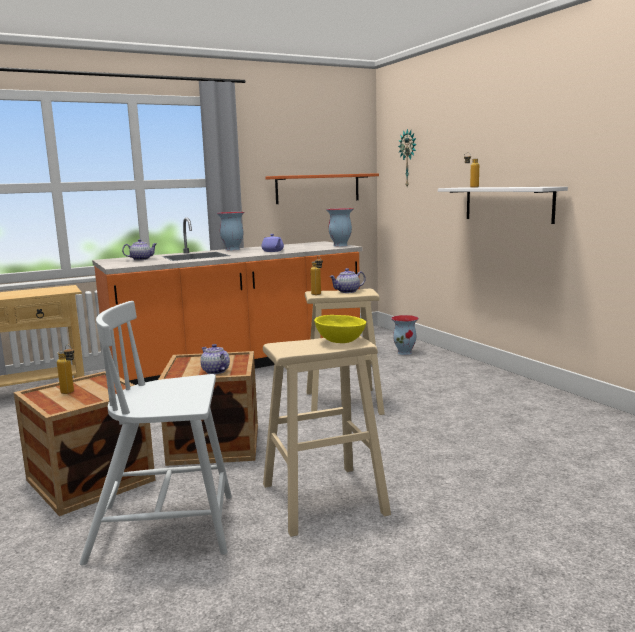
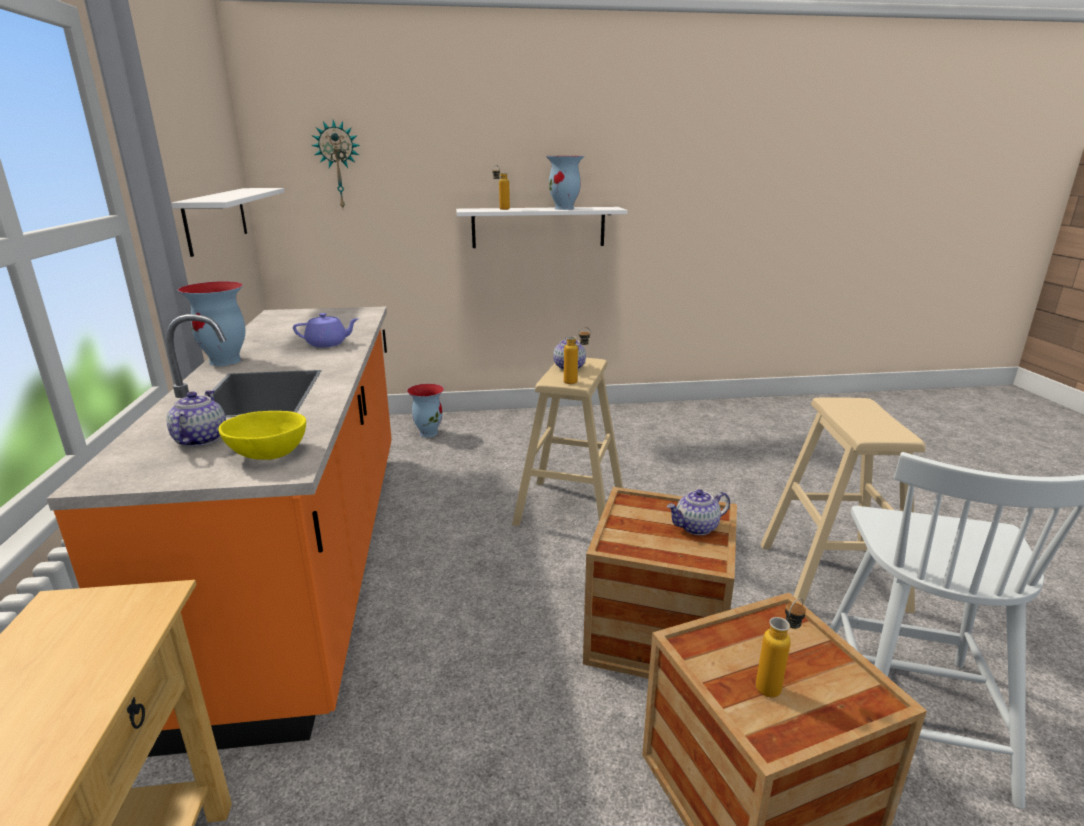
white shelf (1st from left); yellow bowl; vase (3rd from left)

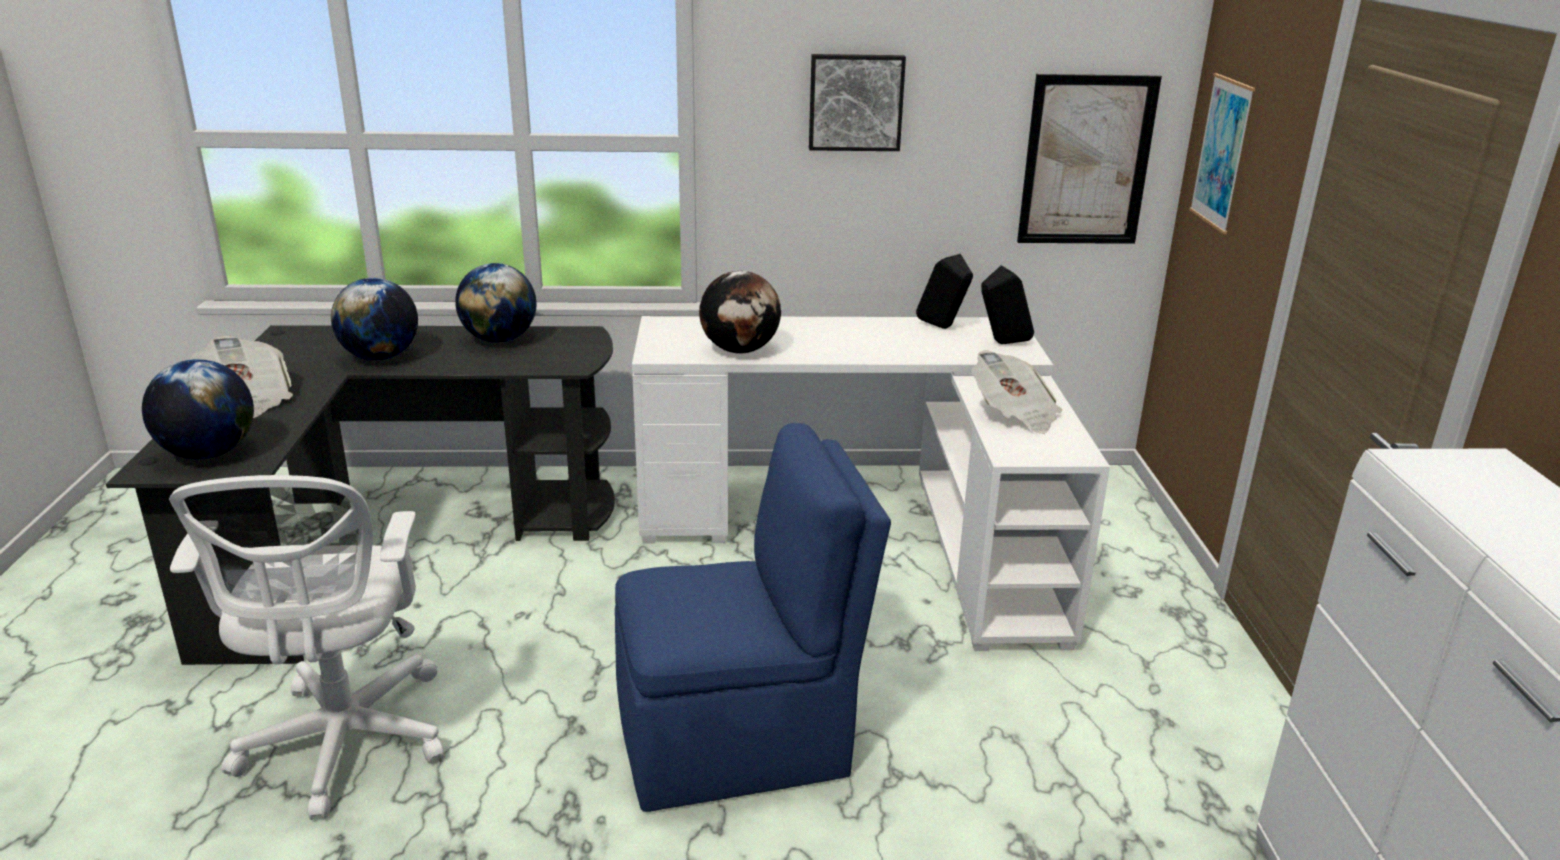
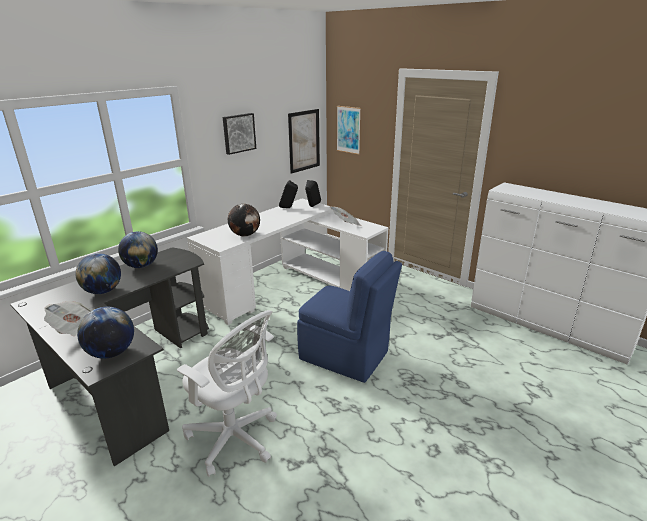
blue chair

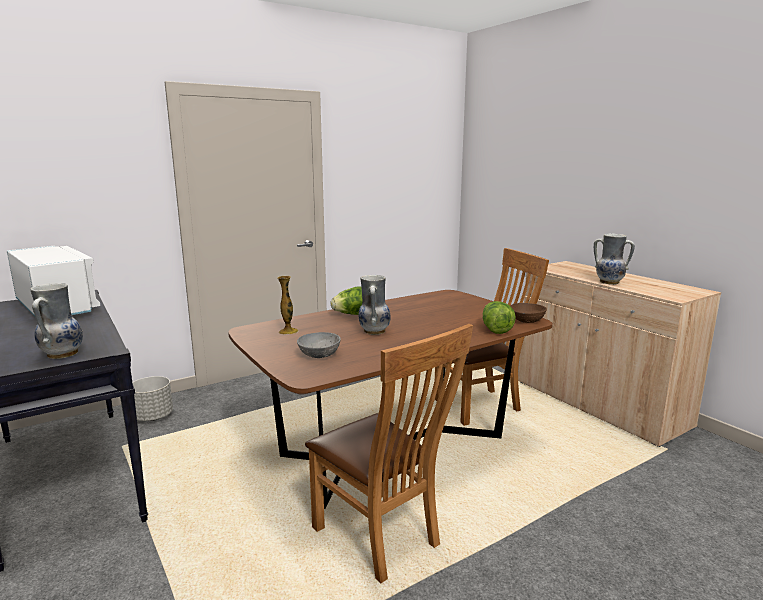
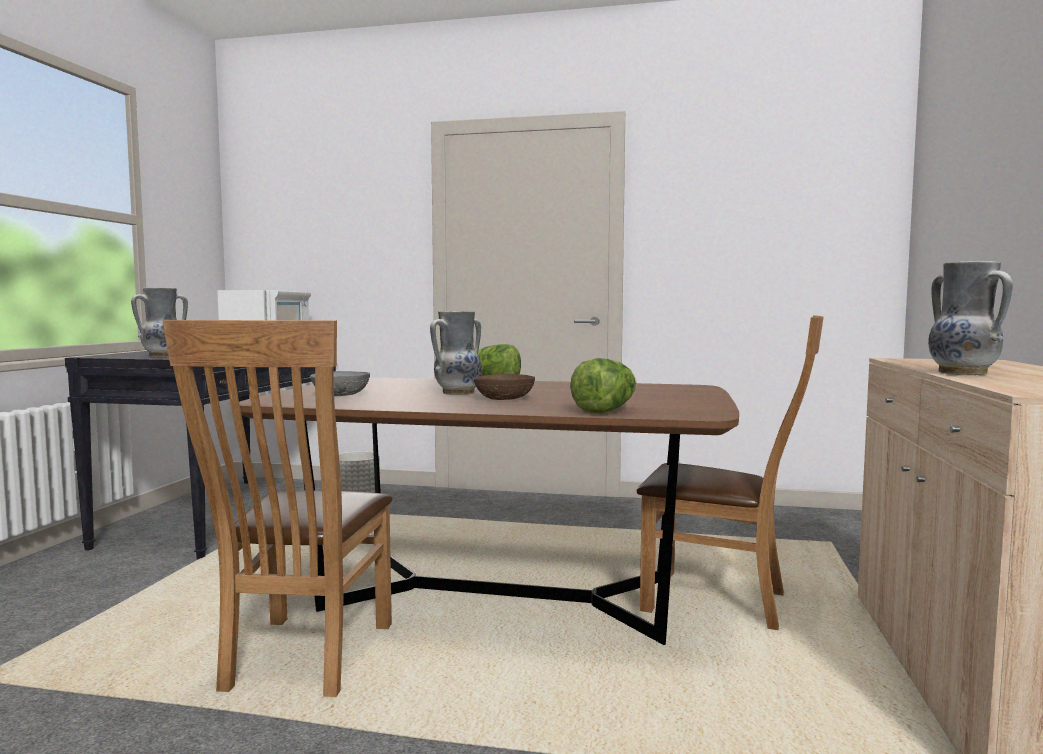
vase (2nd from left in the first image); brown bowl

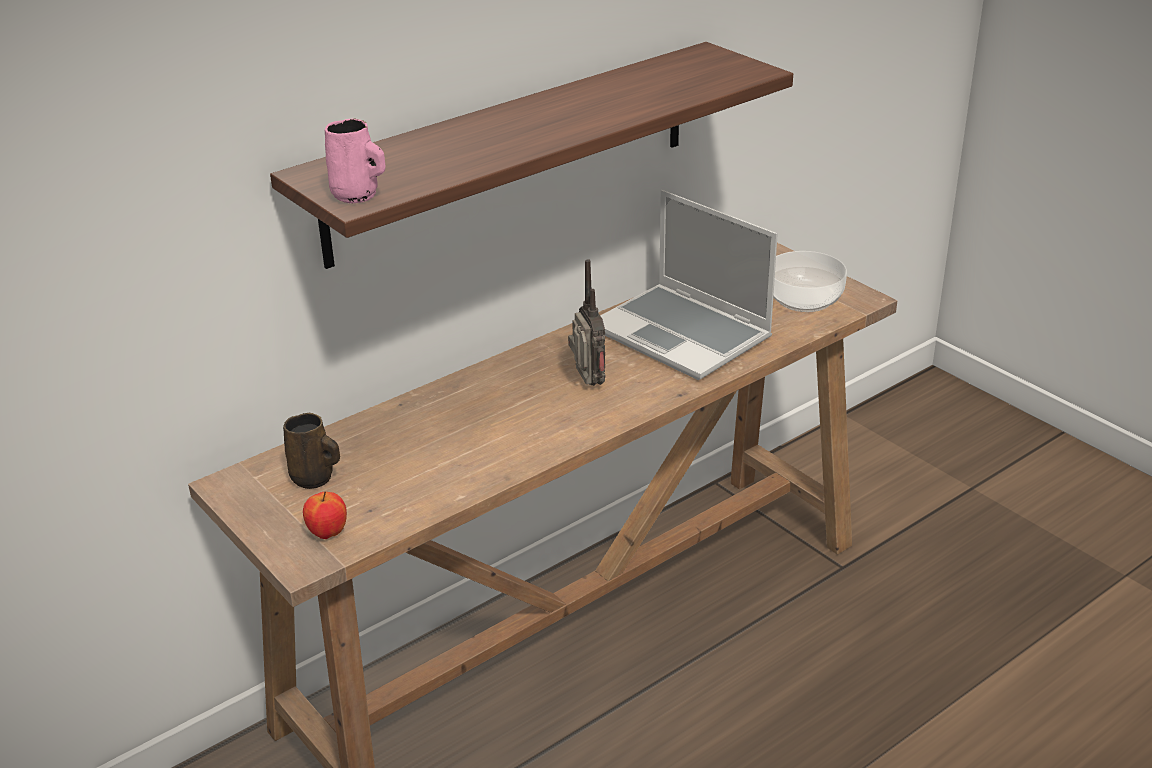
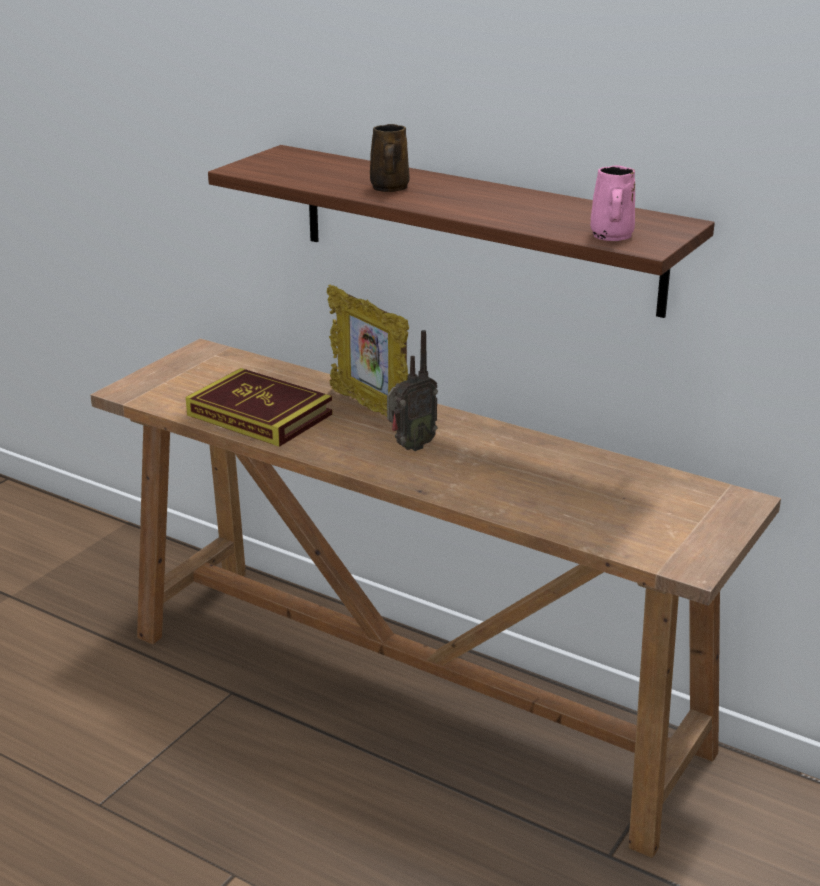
brown mug; apple; pink mug; laptop; bowl; book; picture frame

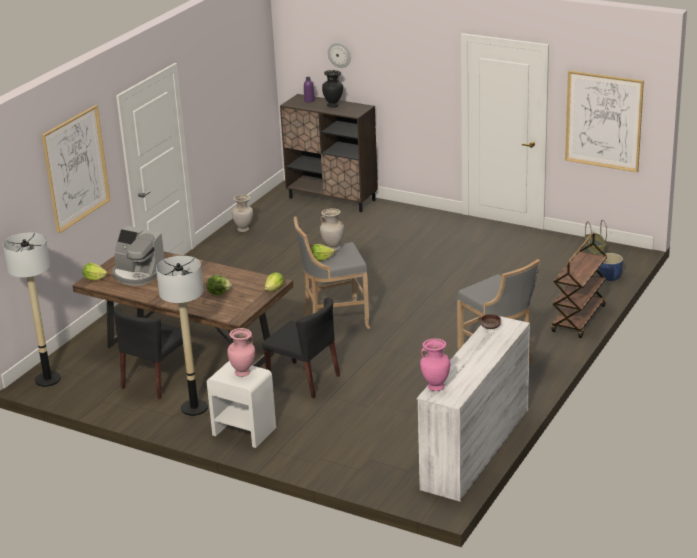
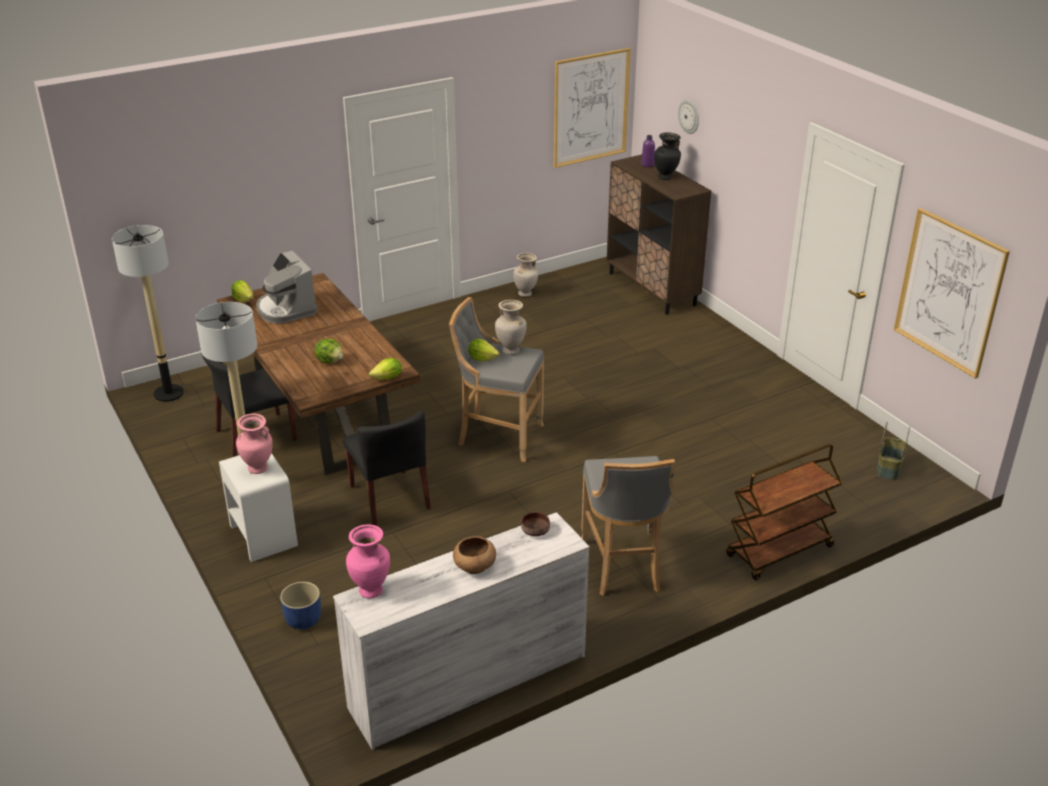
picture (1st from left); blue planter; brown bowl (1st from left)

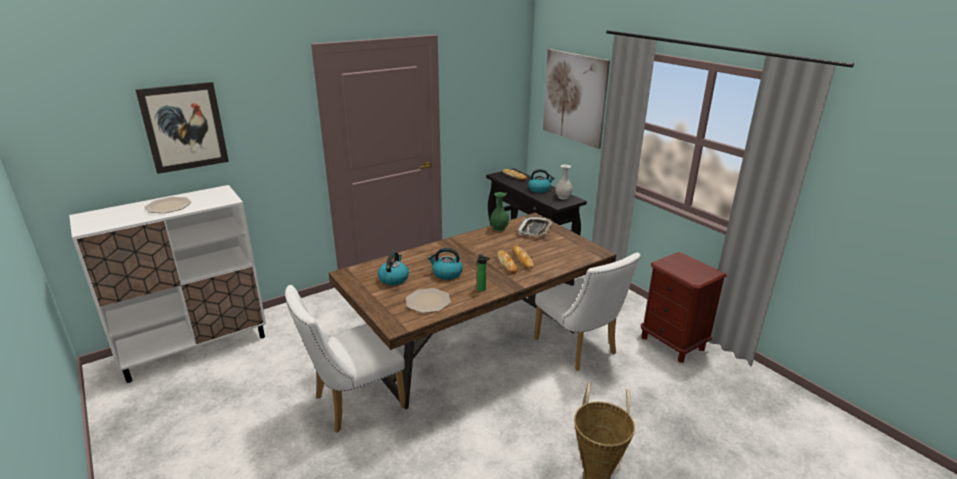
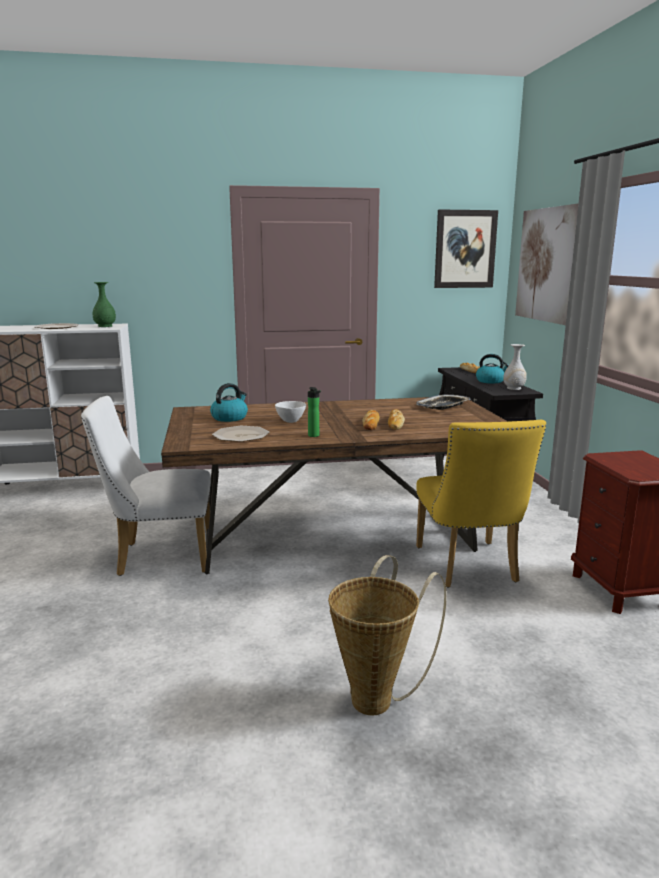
picture (1st from left); white bowl; green vase; yellow chair

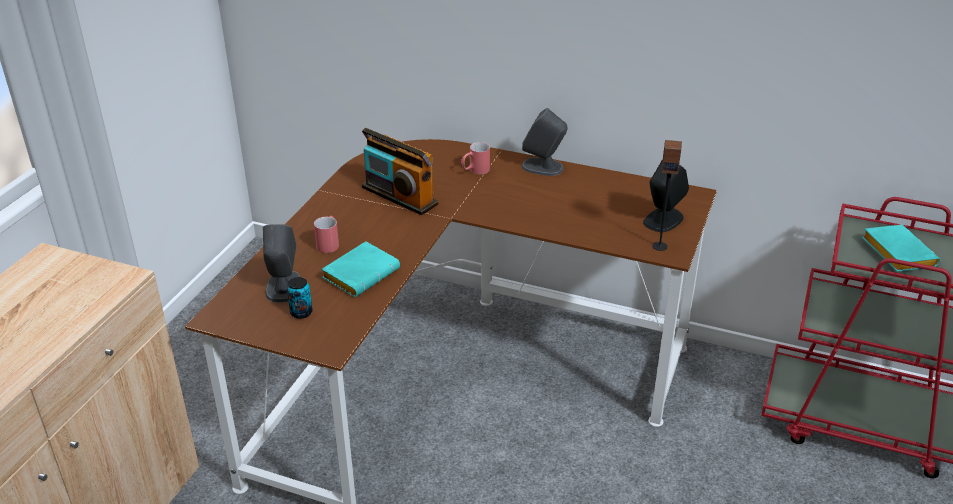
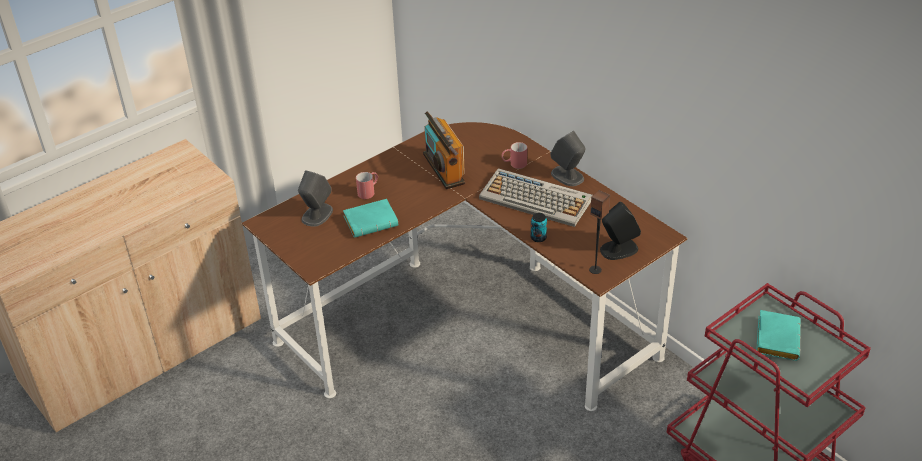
can; keyboard

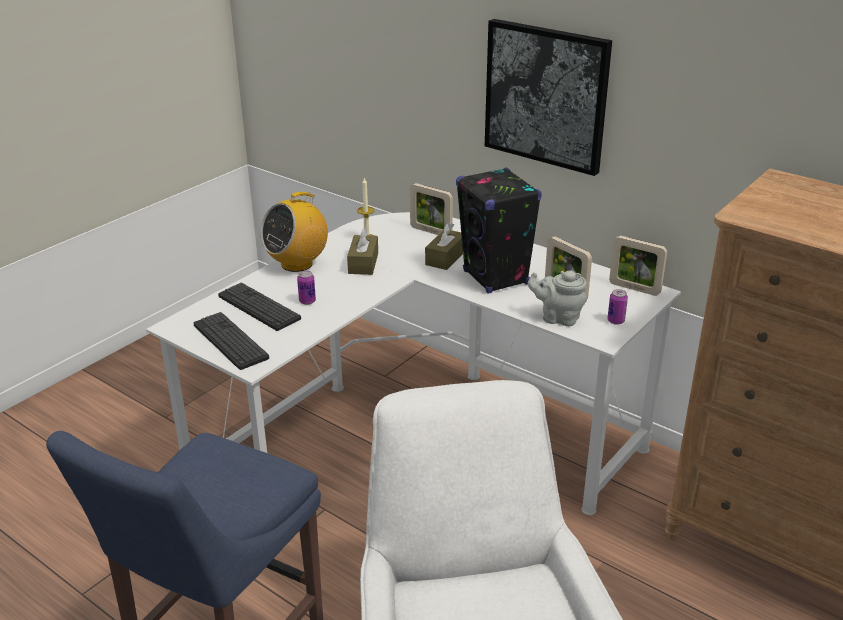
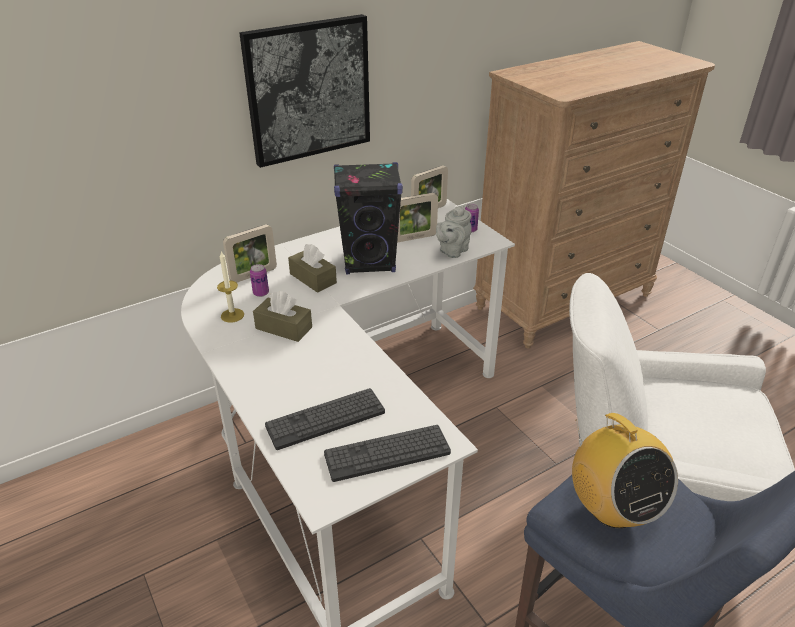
radio; can (1st from left)

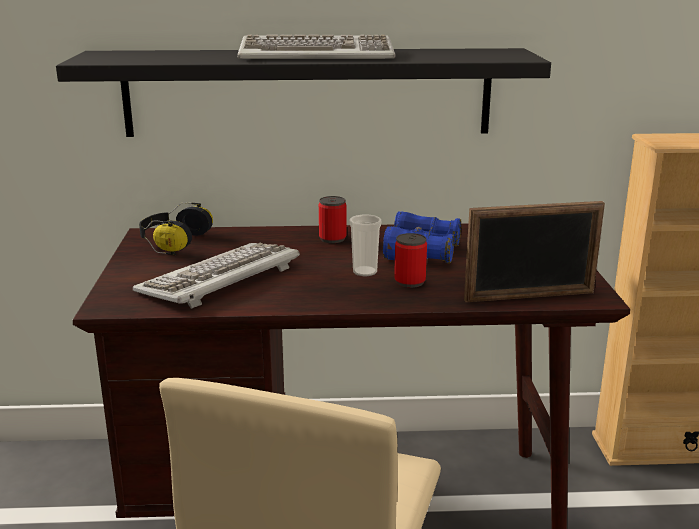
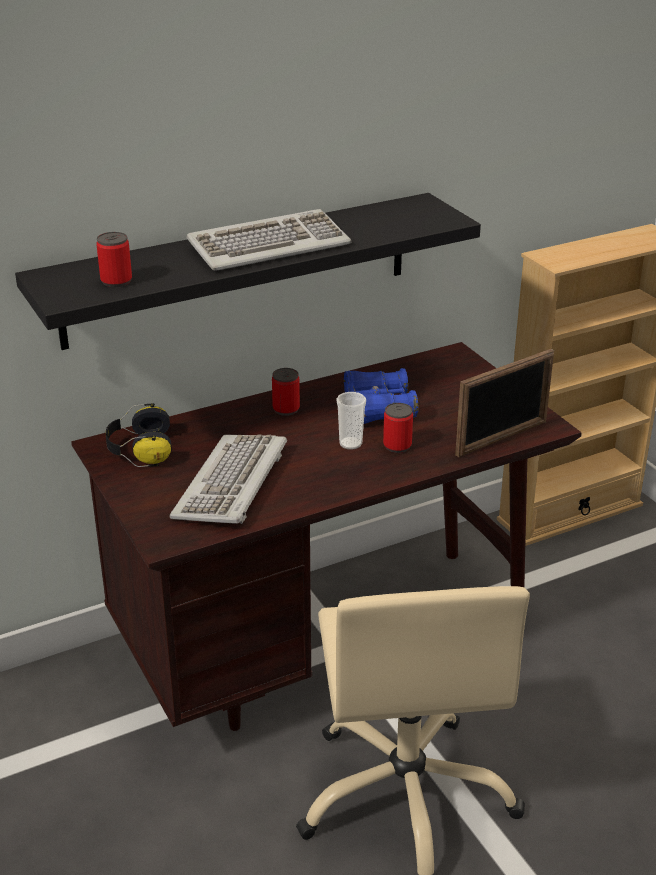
can (1st from left)

